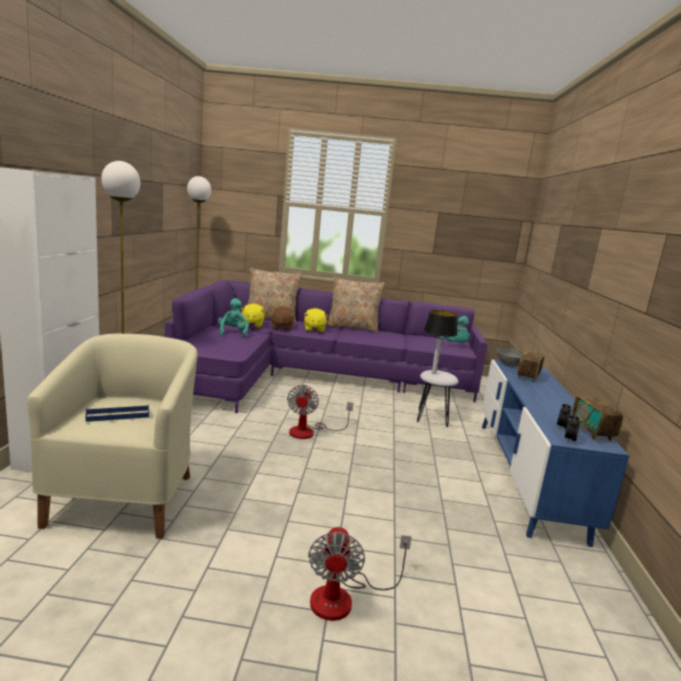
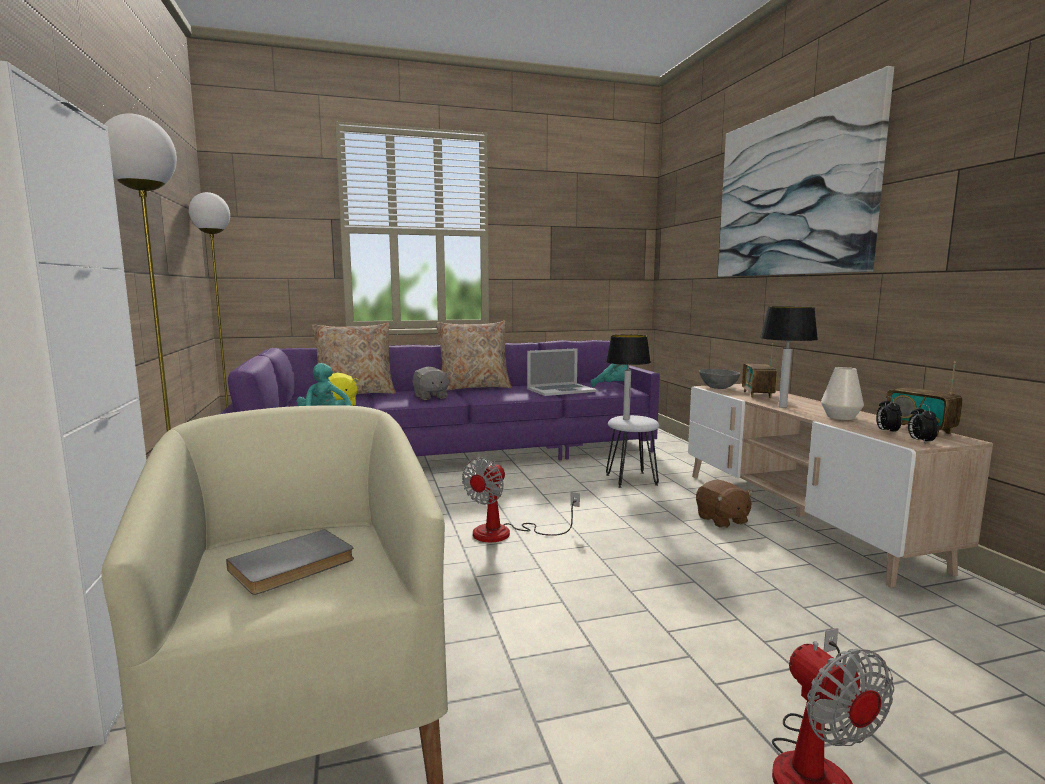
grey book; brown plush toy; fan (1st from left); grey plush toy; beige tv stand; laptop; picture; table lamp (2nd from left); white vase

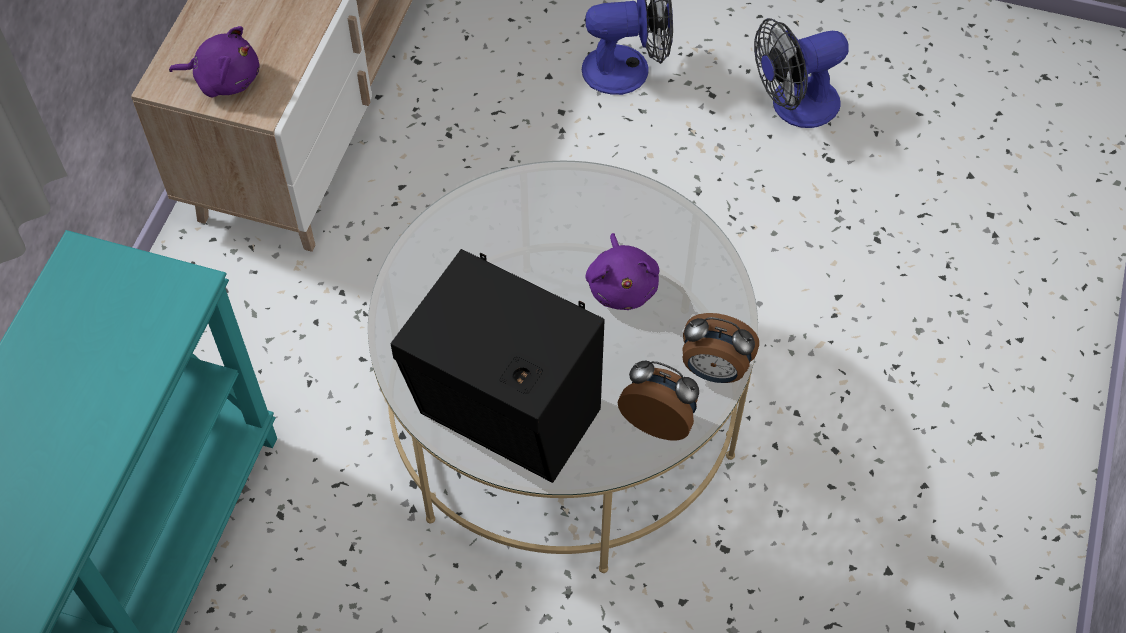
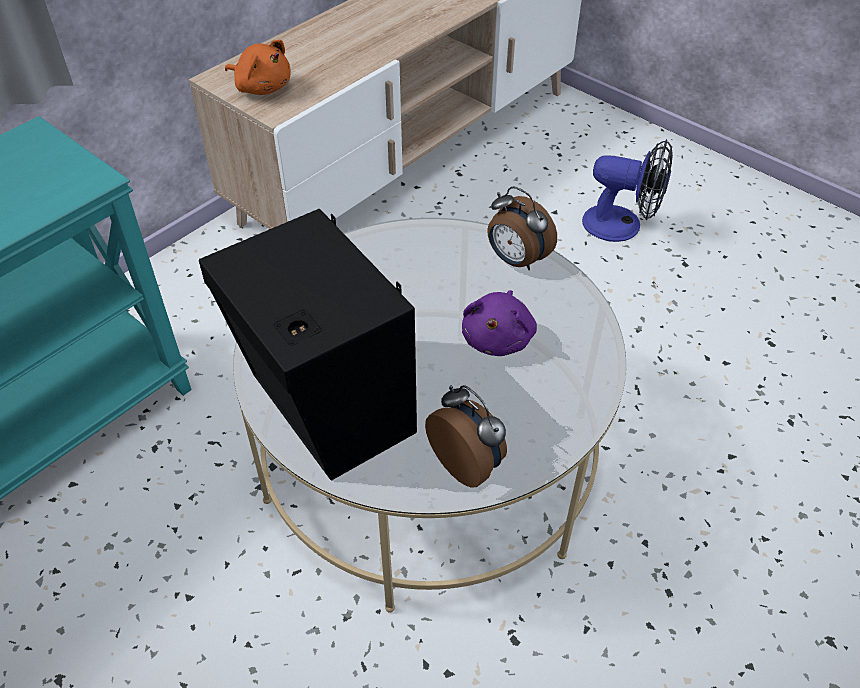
orange plush toy; alarm clock (2nd from left); fan (2nd from left in the first image)

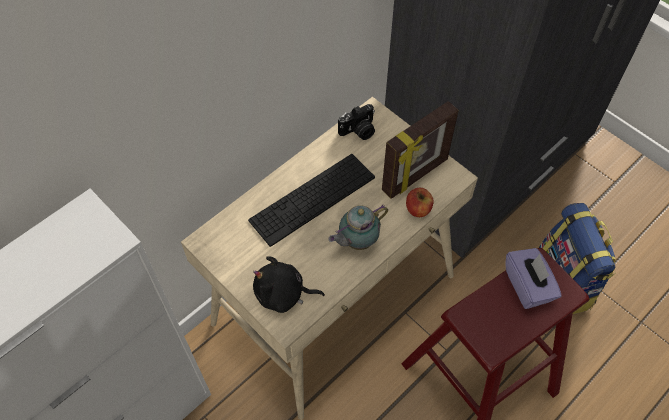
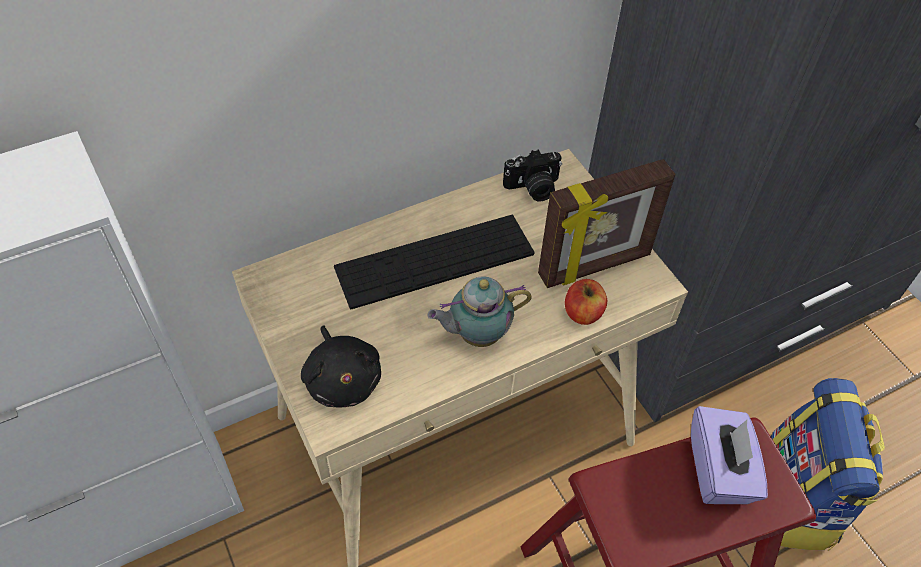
black plush toy

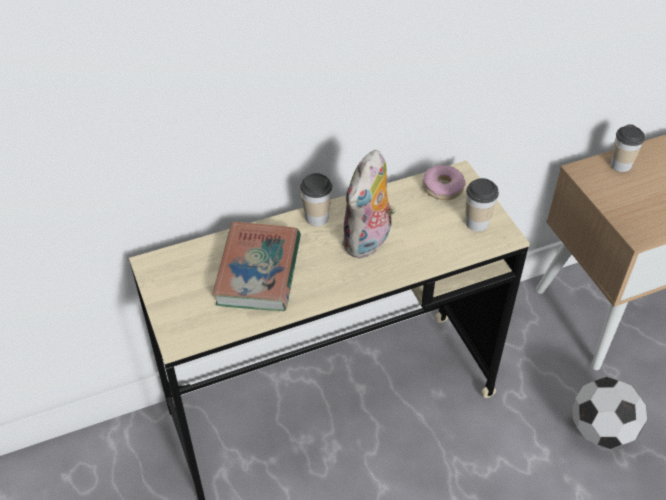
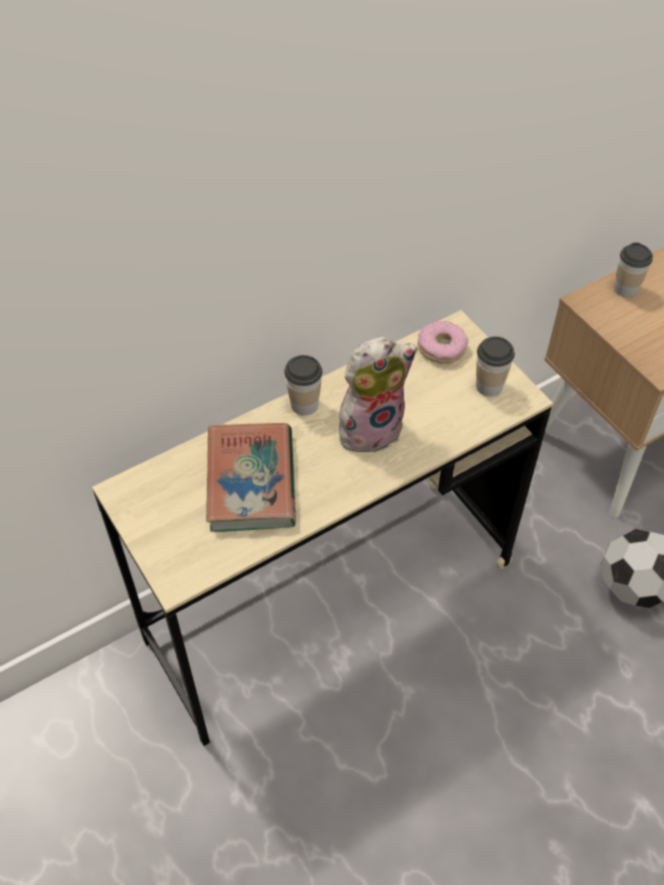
plush toy

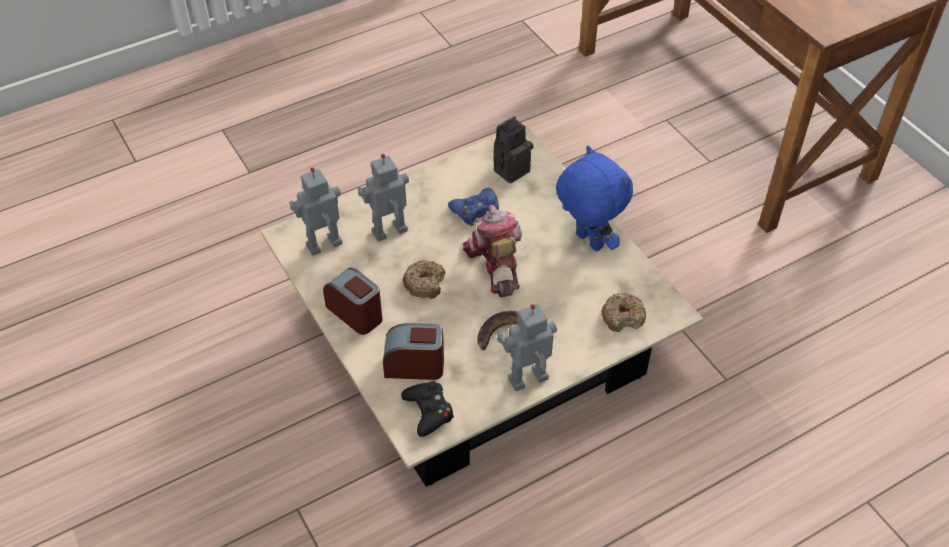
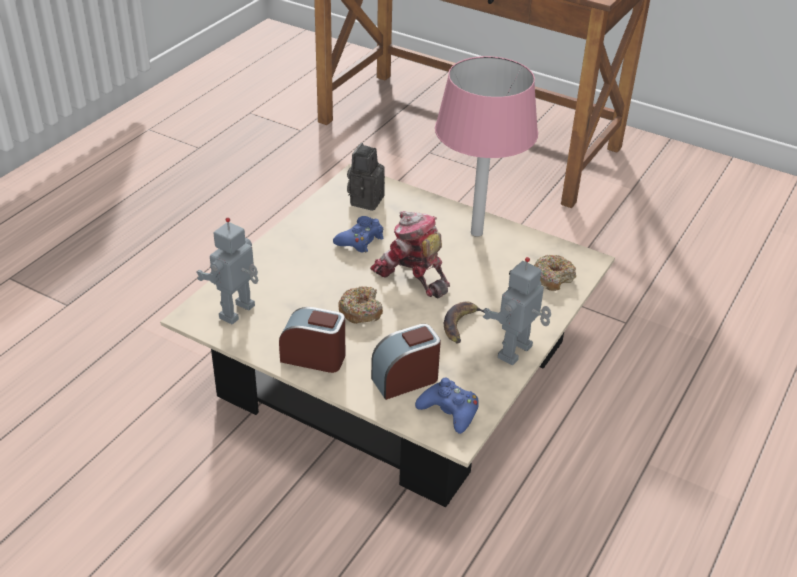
toy robot (2nd from left in the first image); blue game controller (2nd from left); pink table lamp

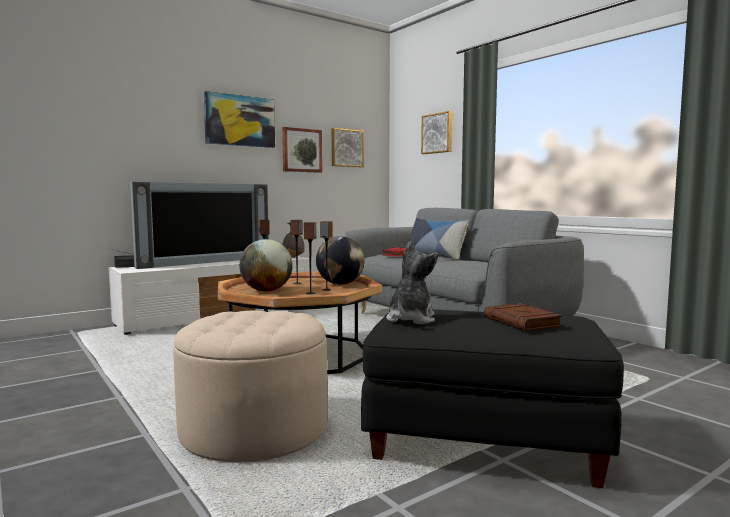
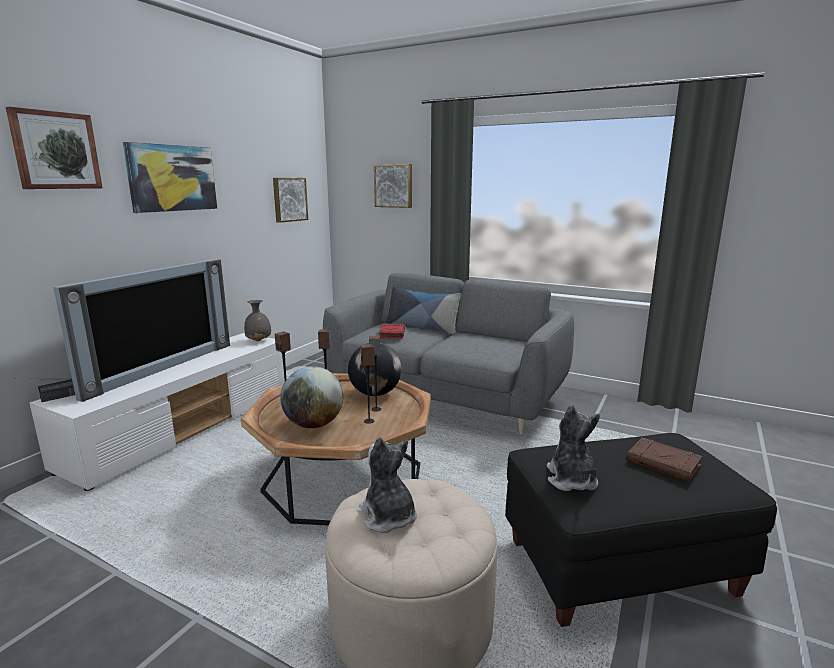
picture (1st from left); plush toy (1st from left)

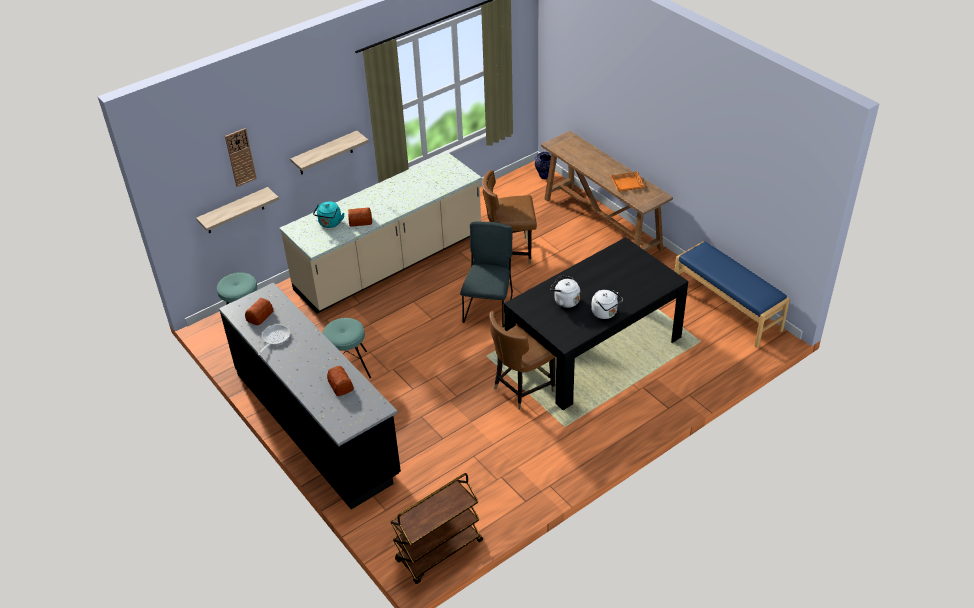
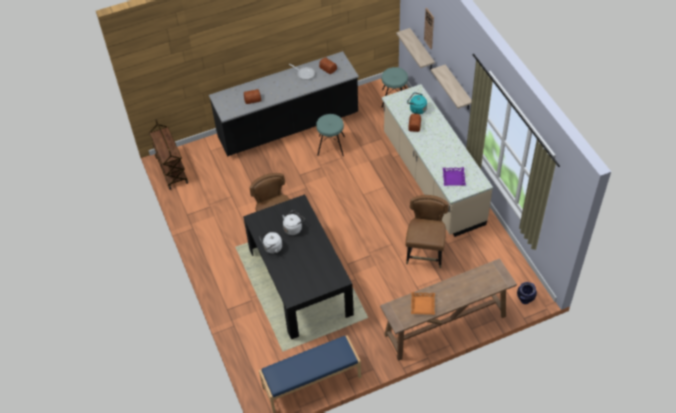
grey chair; purple tray

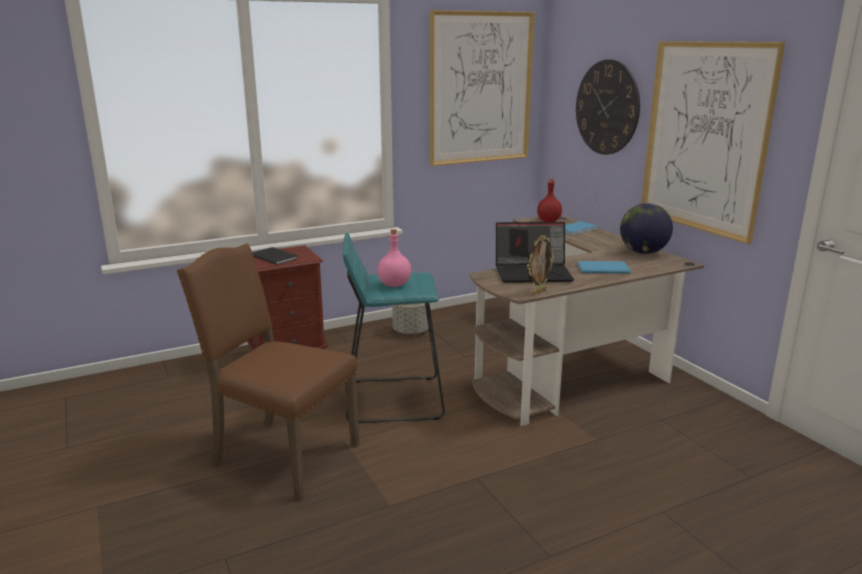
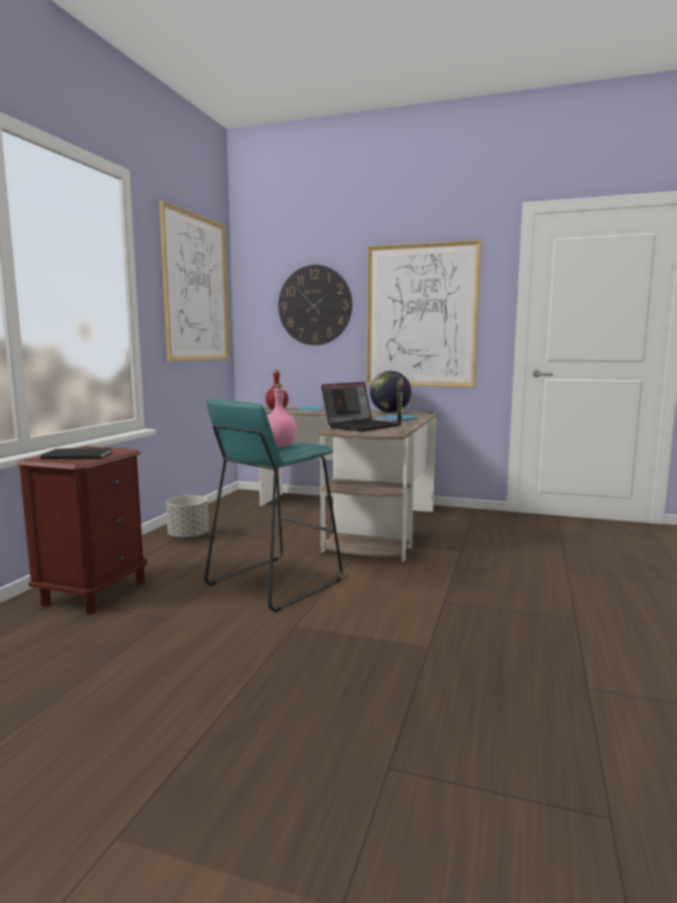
brown chair

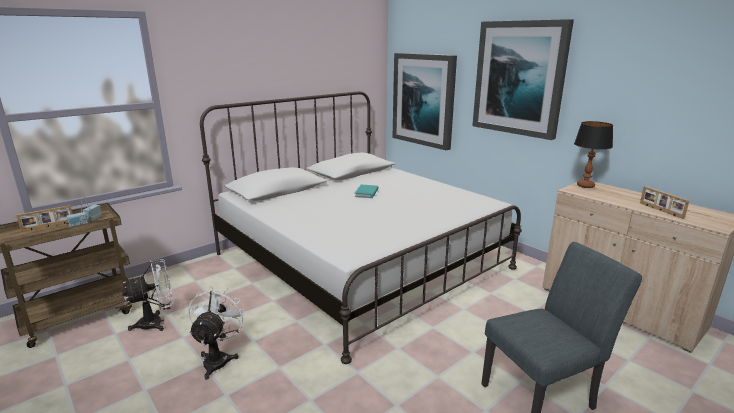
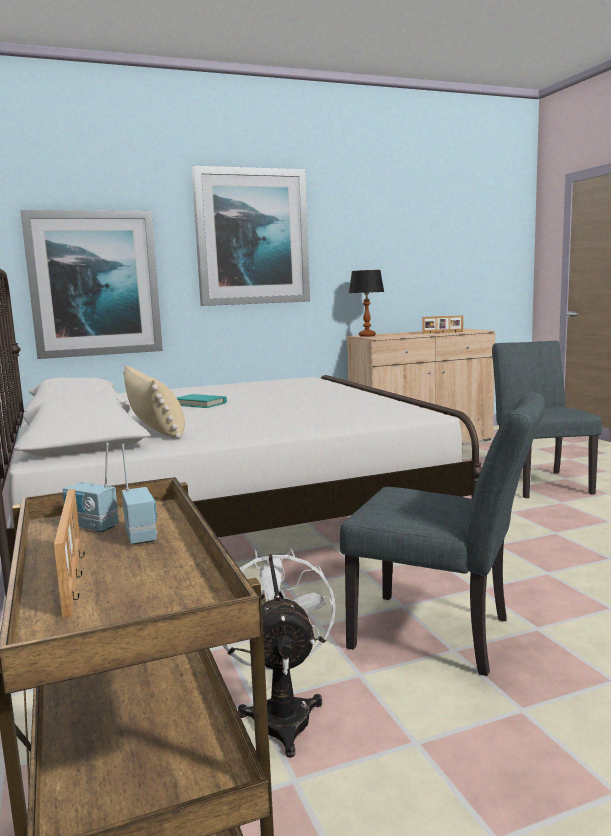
grey chair (1st from left); beige pillow

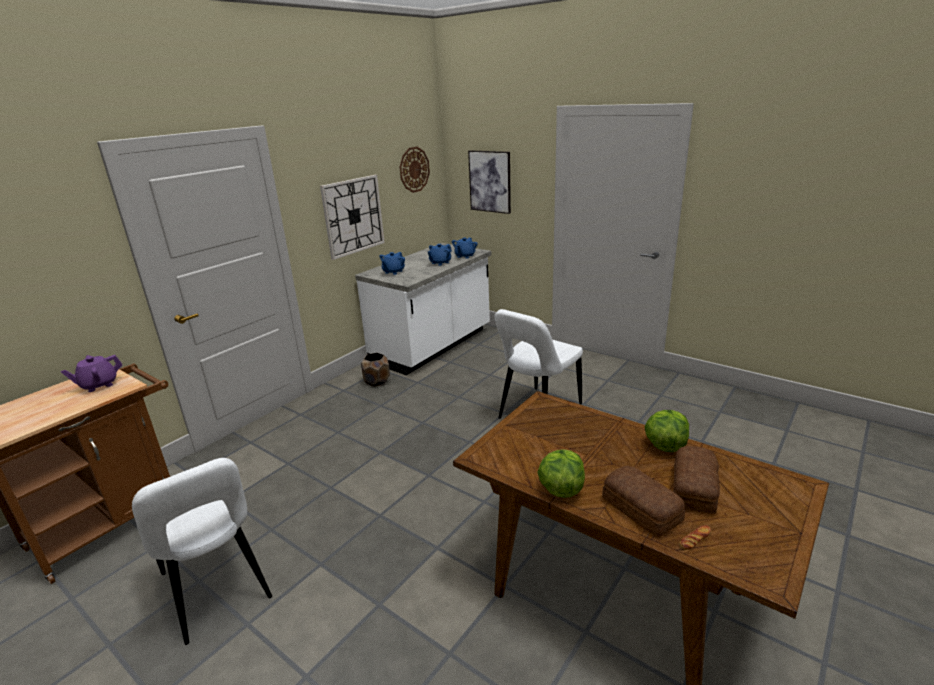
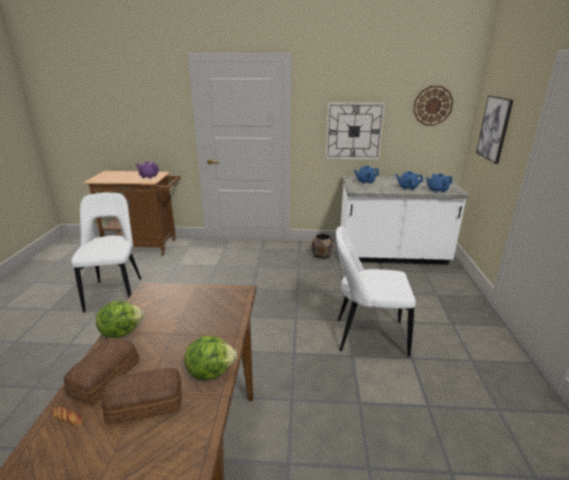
white chair (1st from left)

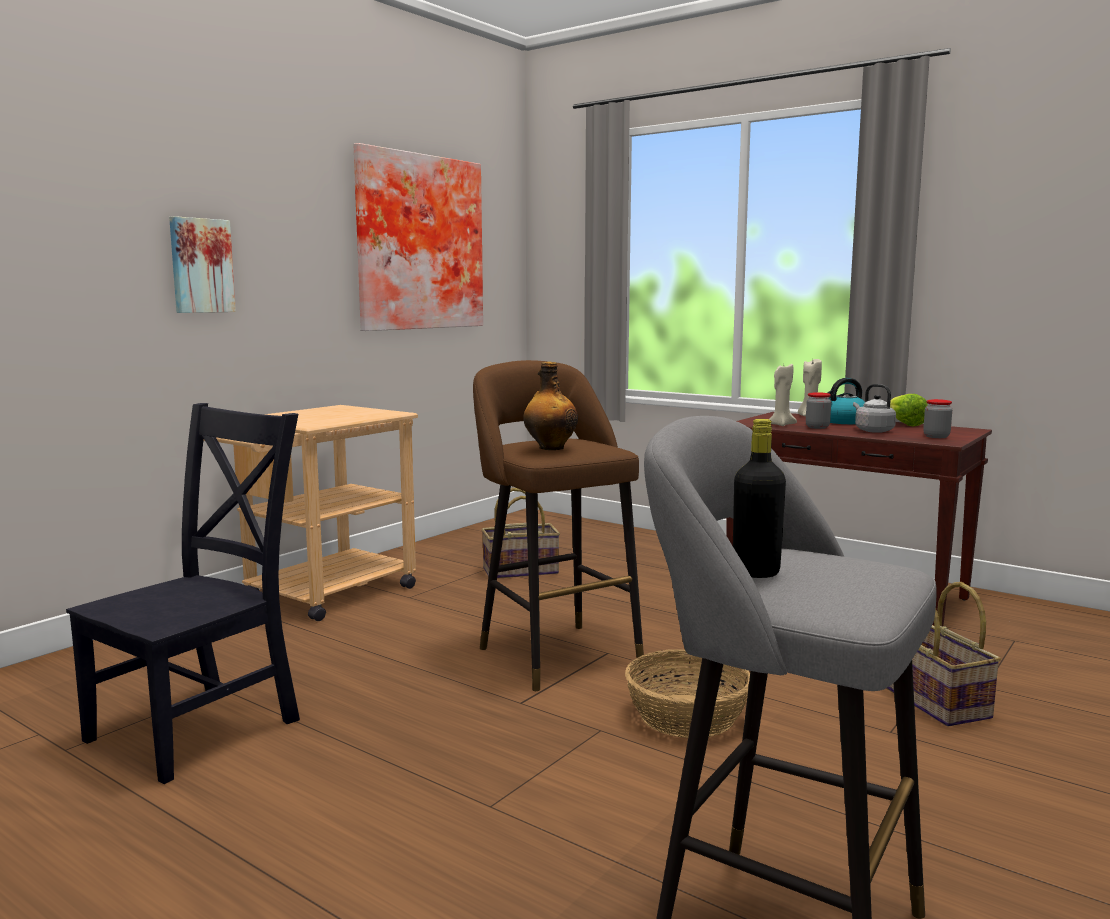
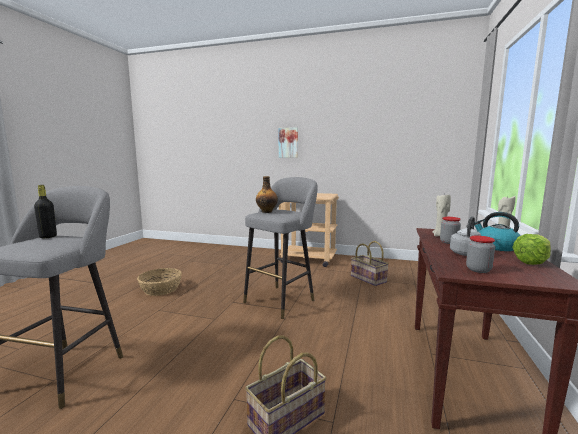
black chair; picture (2nd from left in the first image); grey stool (2nd from left); basket (1st from left)

